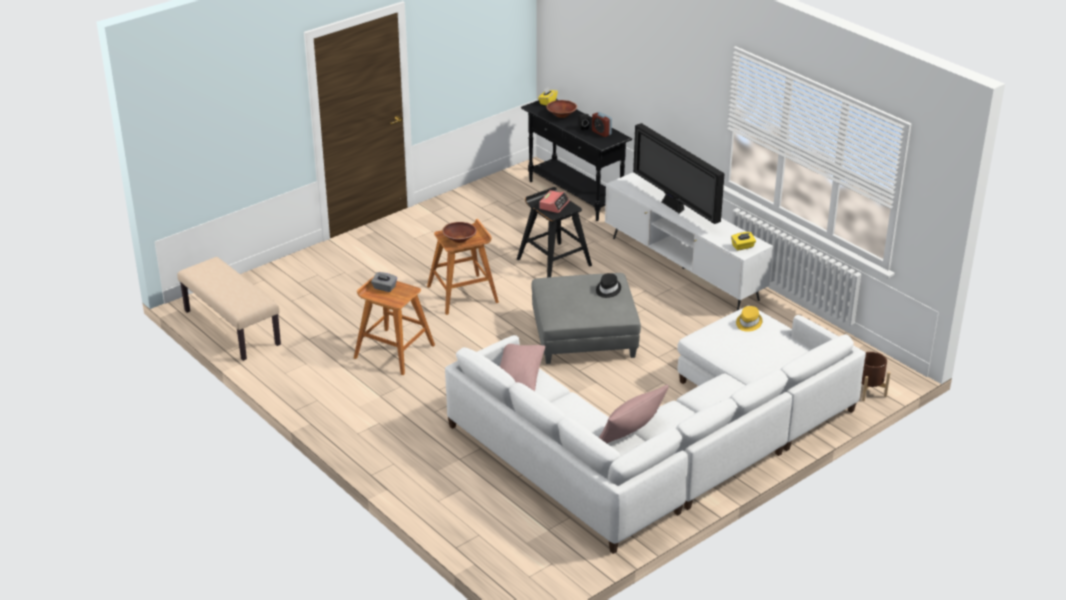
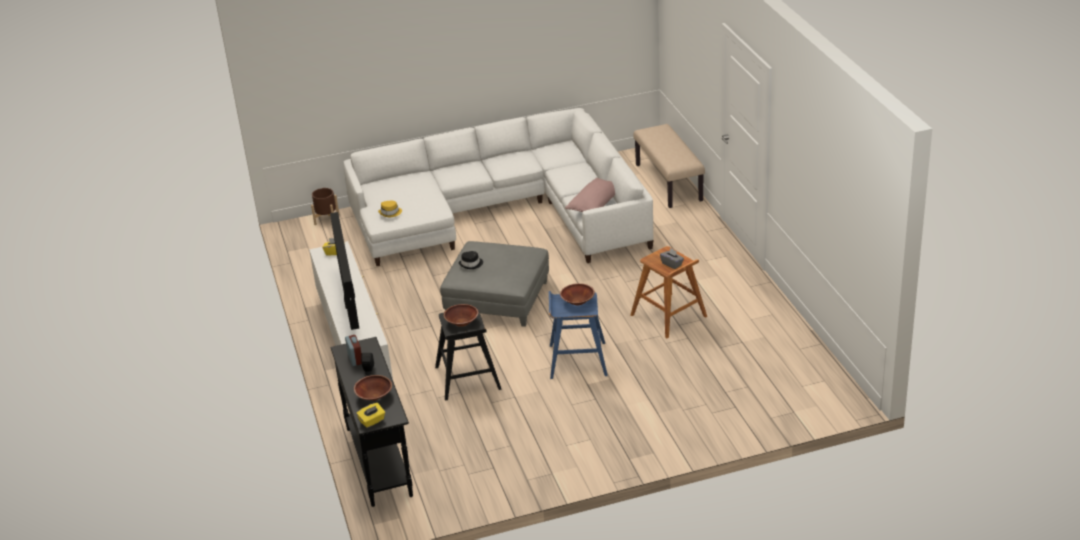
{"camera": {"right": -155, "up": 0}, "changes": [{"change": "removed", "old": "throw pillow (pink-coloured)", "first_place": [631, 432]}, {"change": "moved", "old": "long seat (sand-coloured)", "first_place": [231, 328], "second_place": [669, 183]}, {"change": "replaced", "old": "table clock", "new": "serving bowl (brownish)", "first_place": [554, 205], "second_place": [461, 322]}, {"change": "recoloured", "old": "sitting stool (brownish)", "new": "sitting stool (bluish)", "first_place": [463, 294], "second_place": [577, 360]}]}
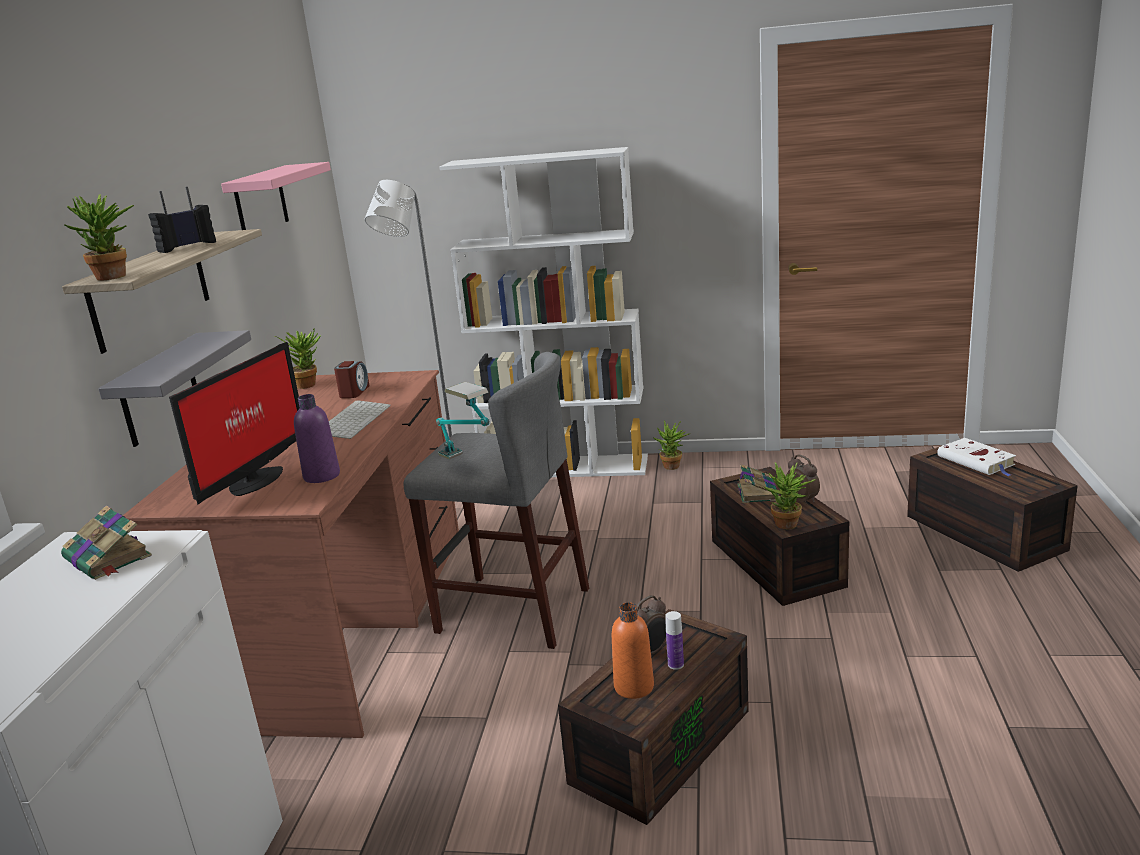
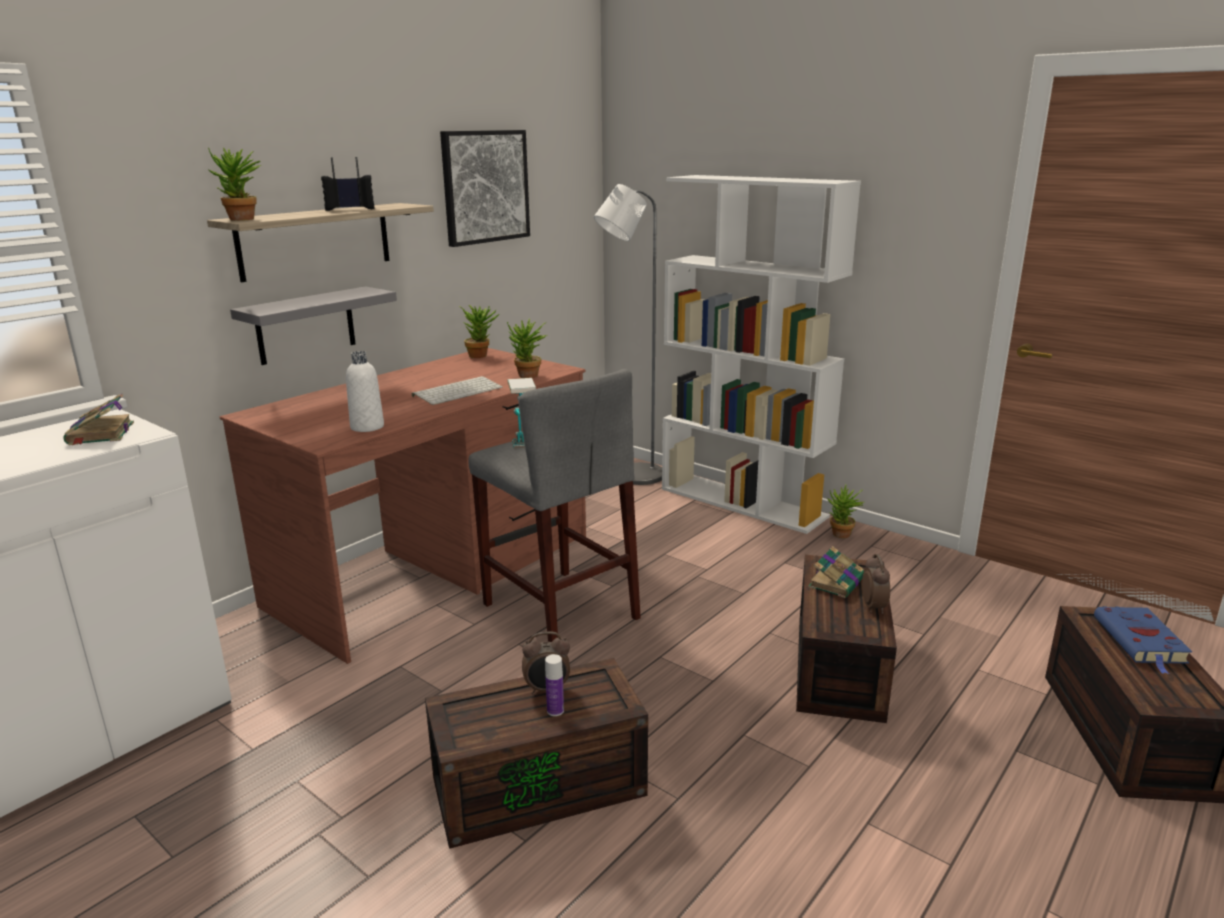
{"camera": {"right": 30, "up": 0}, "changes": [{"change": "removed", "old": "monitor", "first_place": [253, 481]}, {"change": "removed", "old": "table clock", "first_place": [354, 392]}, {"change": "removed", "old": "drink bottle (orangey)", "first_place": [634, 687]}, {"change": "moved", "old": "plant in a pot", "first_place": [789, 526], "second_place": [527, 377]}, {"change": "replaced", "old": "bracket shelf (pink-coloured)", "new": "picture", "first_place": [260, 202], "second_place": [485, 186]}, {"change": "recoloured", "old": "drink bottle (purple-coloured)", "new": "drink bottle (white-coloured)", "first_place": [322, 476], "second_place": [367, 427]}, {"change": "recoloured", "old": "volume (white-coloured)", "new": "volume (bluish)", "first_place": [977, 461], "second_place": [1141, 642]}]}
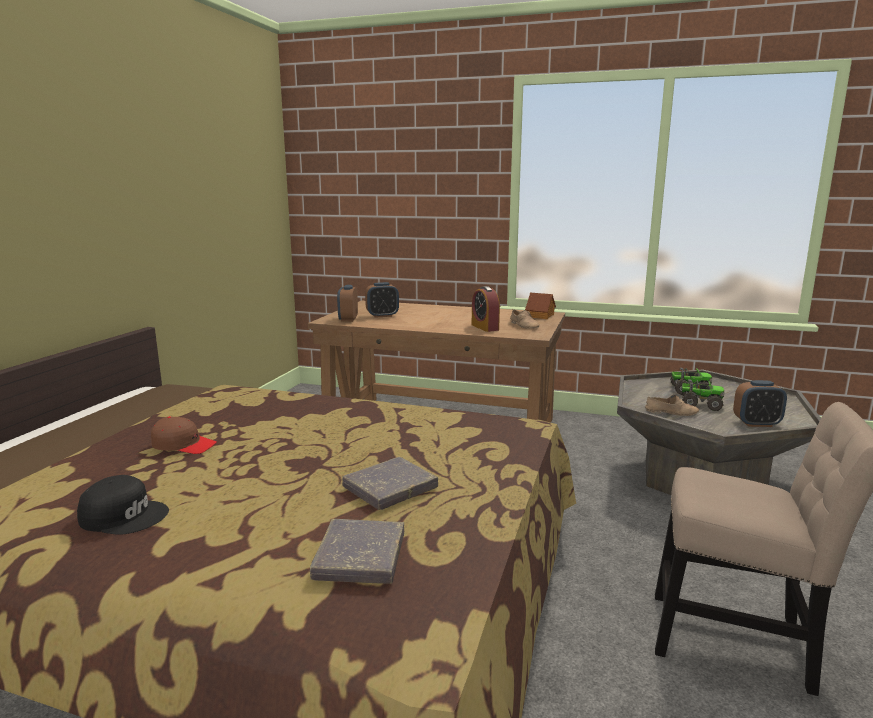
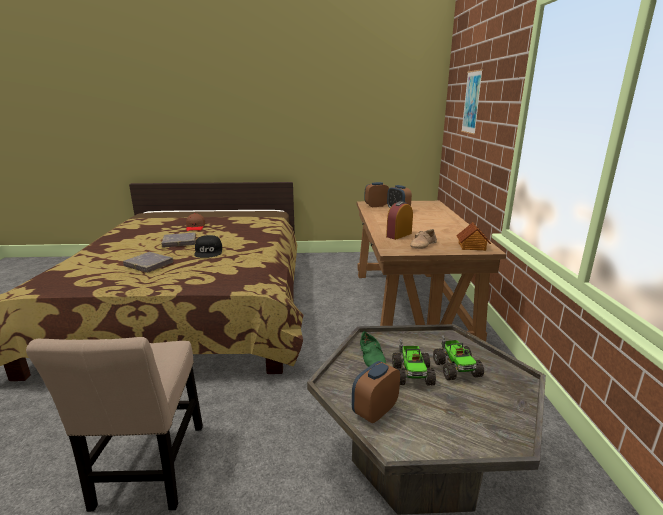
{"camera": {"right": 70, "up": 5}, "changes": [{"change": "added", "new": "picture", "second_place": [472, 102]}, {"change": "moved", "old": "peaked cap (black-coloured)", "first_place": [124, 515], "second_place": [209, 251]}, {"change": "moved", "old": "volume (grey)", "first_place": [360, 557], "second_place": [179, 242]}, {"change": "recoloured", "old": "low shoe (sand-coloured)", "new": "low shoe (green-coloured)", "first_place": [671, 412], "second_place": [372, 357]}, {"change": "turned", "old": "table clock", "first_place": [756, 423], "second_place": [374, 411], "degrees": 60}]}
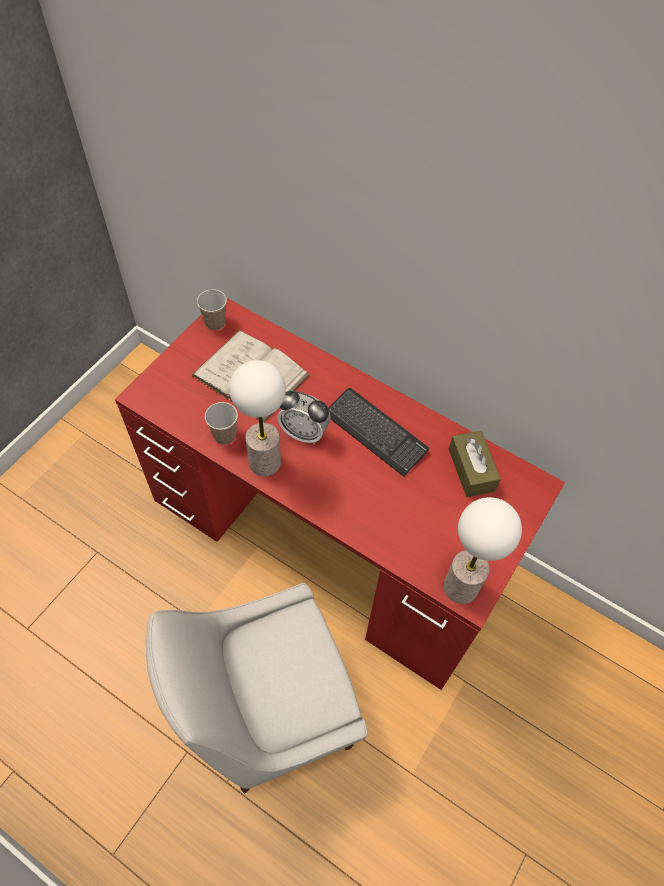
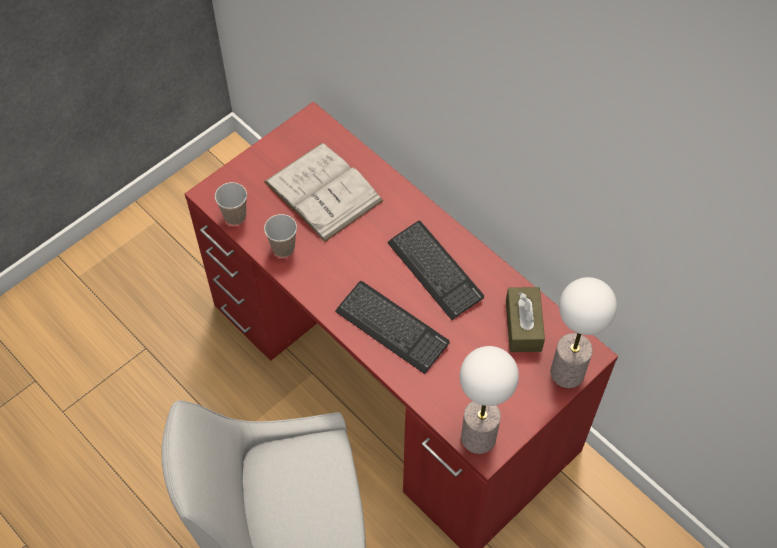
{"camera": {"right": 15, "up": 0}, "changes": [{"change": "removed", "old": "table clock", "first_place": [304, 432]}, {"change": "added", "new": "computer keyboard", "second_place": [392, 328]}, {"change": "moved", "old": "cup", "first_place": [215, 323], "second_place": [235, 216]}, {"change": "moved", "old": "lamp for a table", "first_place": [265, 462], "second_place": [568, 373]}]}
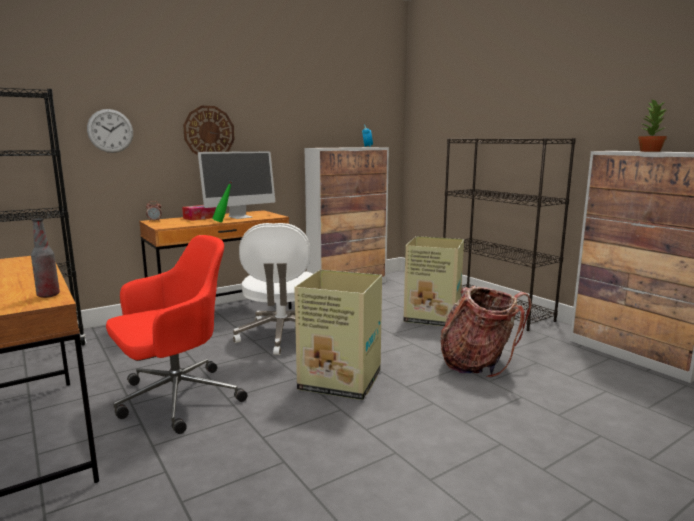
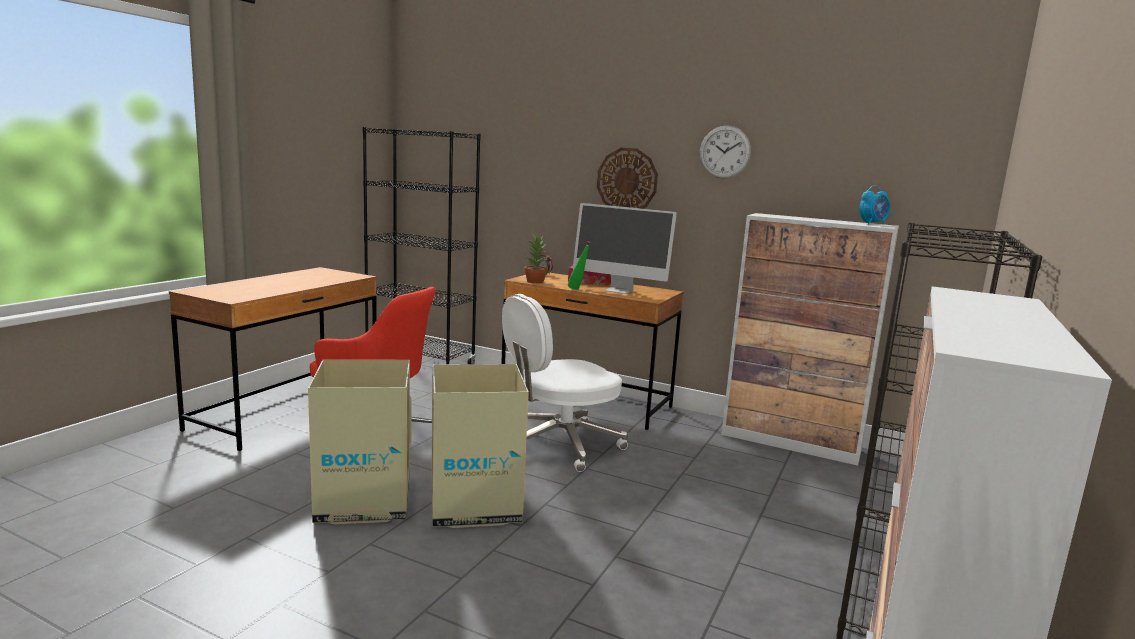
{"camera": {"right": 60, "up": 0}, "changes": [{"change": "removed", "old": "drink bottle", "first_place": [48, 295]}, {"change": "removed", "old": "rucksack", "first_place": [478, 364]}, {"change": "moved", "old": "hanging clock", "first_place": [110, 131], "second_place": [725, 152]}, {"change": "moved", "old": "cardboard box", "first_place": [433, 317], "second_place": [363, 502]}, {"change": "moved", "old": "plant in a pot", "first_place": [649, 151], "second_place": [535, 281]}]}
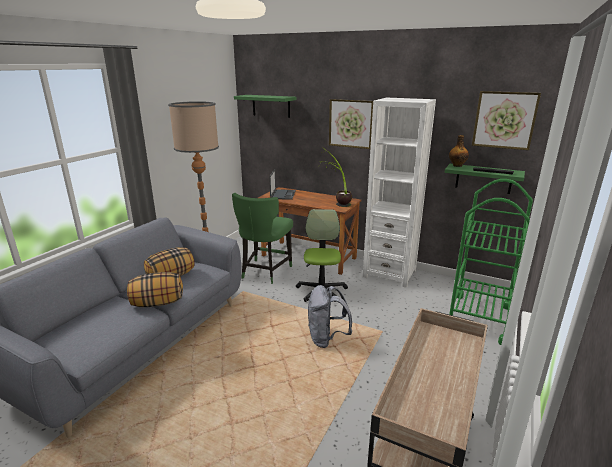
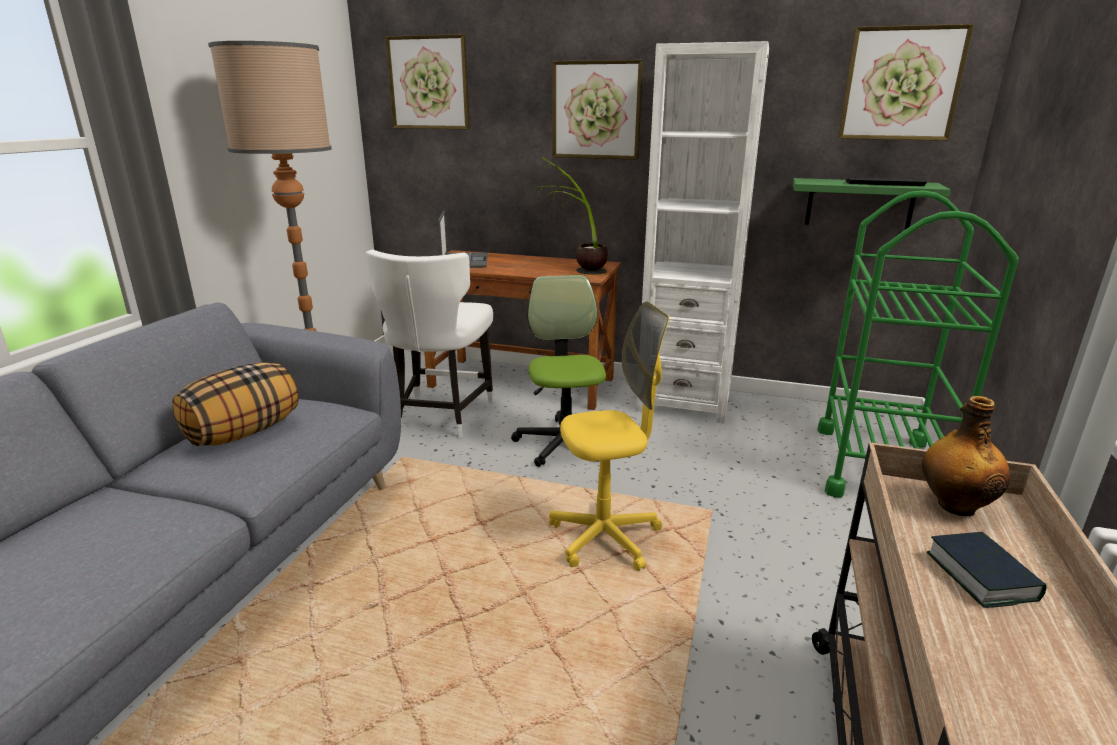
{"camera": {"right": -10, "up": 0}, "changes": [{"change": "removed", "old": "throw pillow", "first_place": [157, 303]}, {"change": "added", "new": "volume", "second_place": [981, 576]}, {"change": "moved", "old": "drink bottle", "first_place": [457, 165], "second_place": [954, 505]}, {"change": "replaced", "old": "bracket shelf (green-coloured)", "new": "picture", "first_place": [271, 106], "second_place": [429, 83]}, {"change": "replaced", "old": "rucksack (grey)", "new": "office chair (yellowish)", "first_place": [326, 339], "second_place": [605, 538]}, {"change": "recoloured", "old": "upright chair (green-coloured)", "new": "upright chair (white-coloured)", "first_place": [264, 272], "second_place": [440, 417]}]}
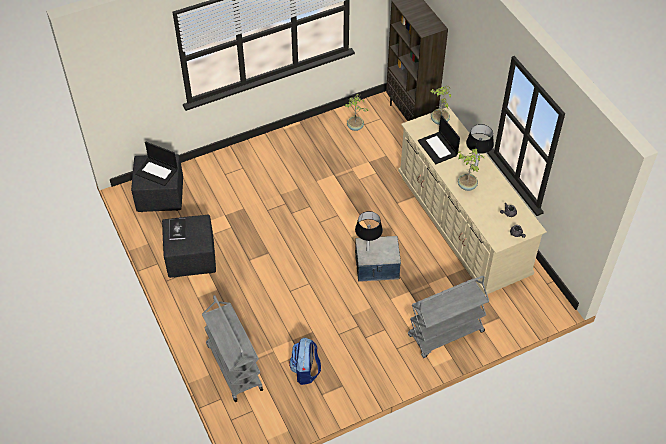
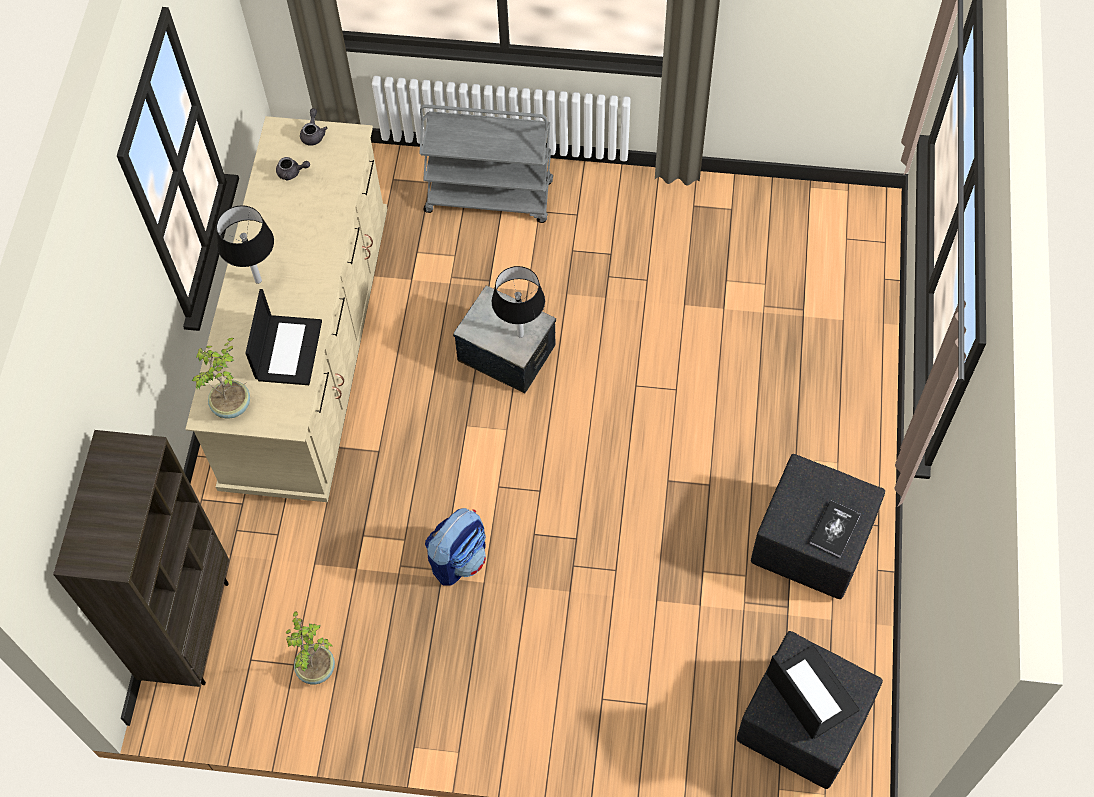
{"camera": {"right": -145, "up": 10}, "changes": [{"change": "removed", "old": "wheeled cart (grey)", "first_place": [233, 366]}, {"change": "removed", "old": "plant in a pot", "first_place": [467, 185]}, {"change": "moved", "old": "rucksack", "first_place": [305, 371], "second_place": [459, 558]}]}
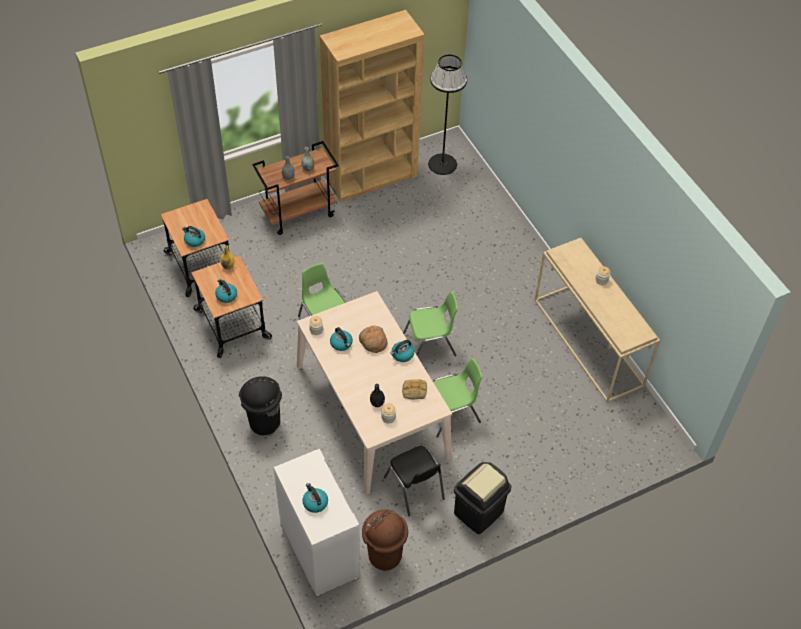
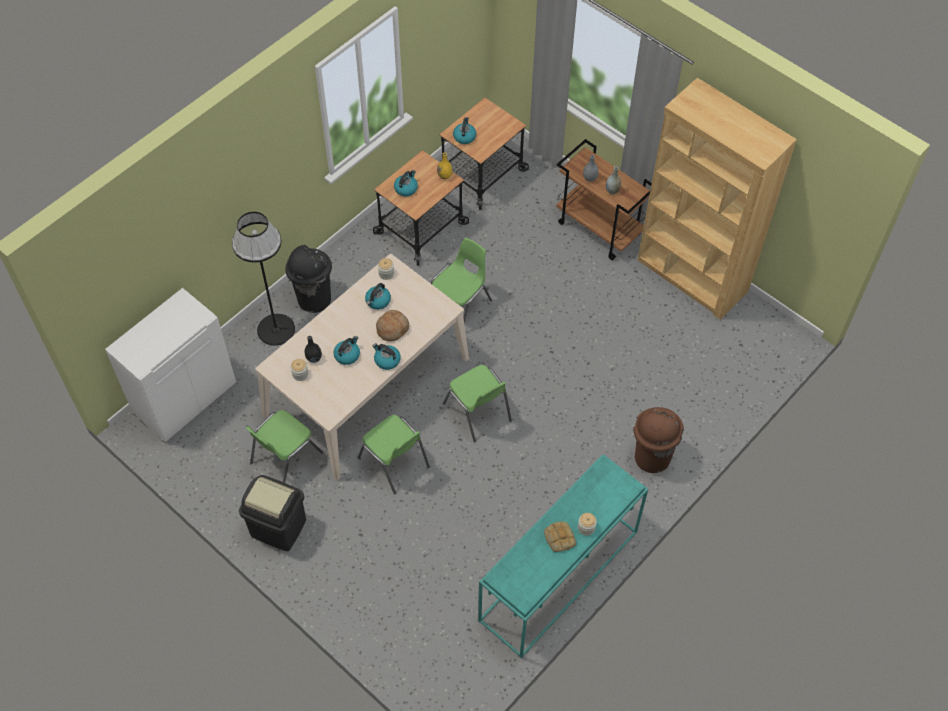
{"camera": {"right": 70, "up": 5}, "changes": [{"change": "moved", "old": "water kettle", "first_place": [315, 502], "second_place": [347, 355]}, {"change": "moved", "old": "trash can (brownish)", "first_place": [384, 555], "second_place": [651, 457]}, {"change": "moved", "old": "bread", "first_place": [414, 391], "second_place": [559, 538]}, {"change": "moved", "old": "standing lamp (black-coloured)", "first_place": [442, 164], "second_place": [276, 329]}, {"change": "recoloured", "old": "upright chair (black-coloured)", "new": "upright chair (green-coloured)", "first_place": [414, 489], "second_place": [285, 458]}, {"change": "recoloured", "old": "narrow table (sand-coloured)", "new": "narrow table (blue-green)", "first_place": [589, 343], "second_place": [559, 577]}]}
